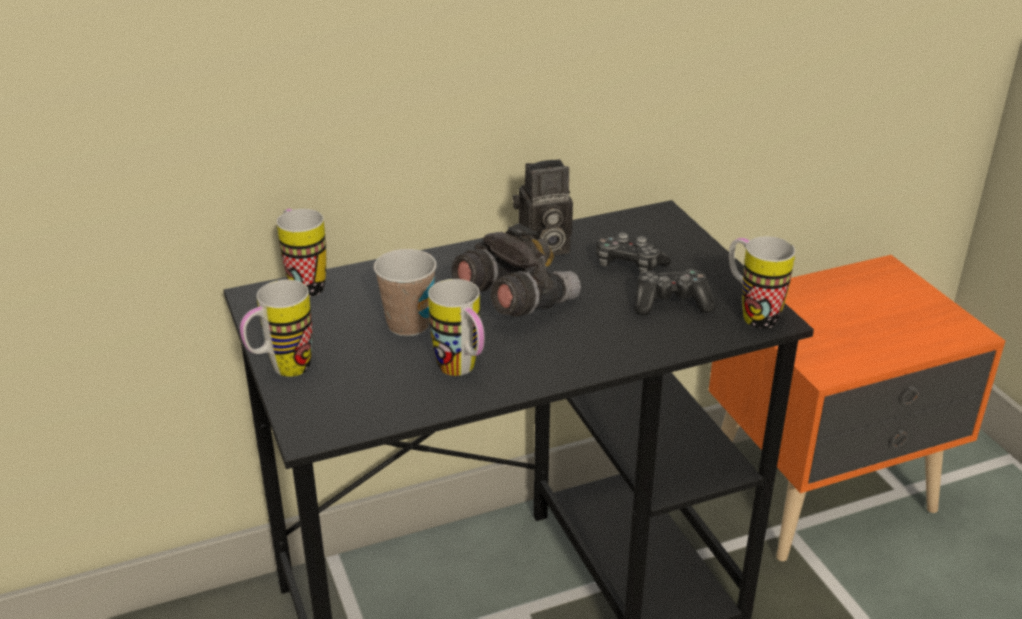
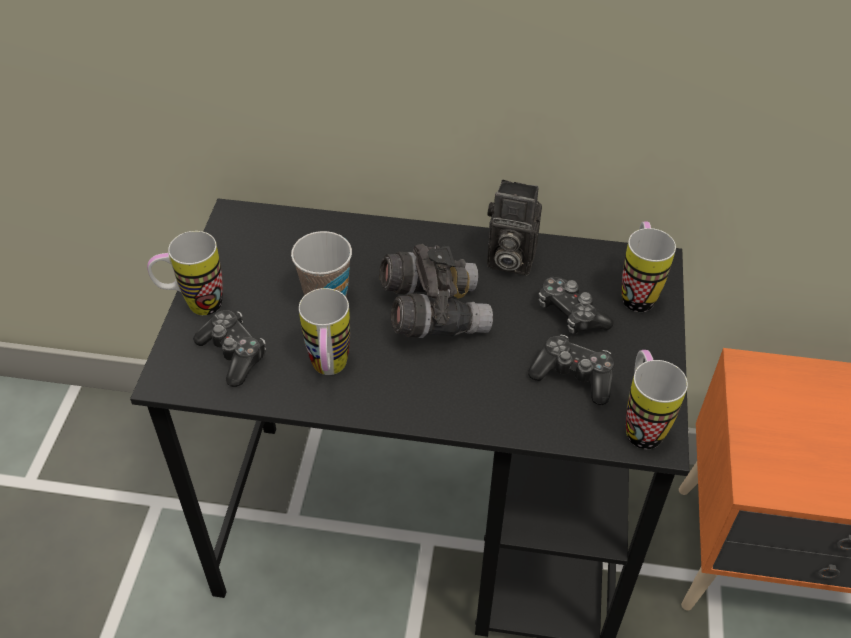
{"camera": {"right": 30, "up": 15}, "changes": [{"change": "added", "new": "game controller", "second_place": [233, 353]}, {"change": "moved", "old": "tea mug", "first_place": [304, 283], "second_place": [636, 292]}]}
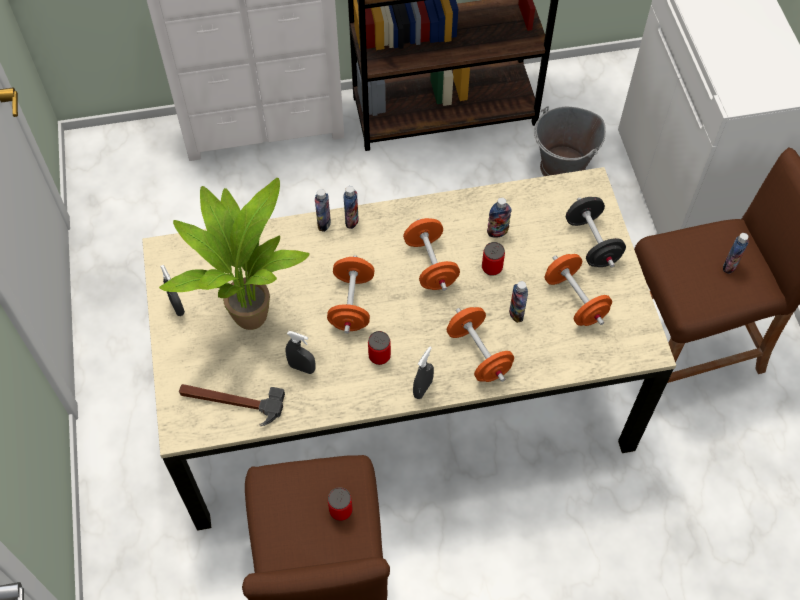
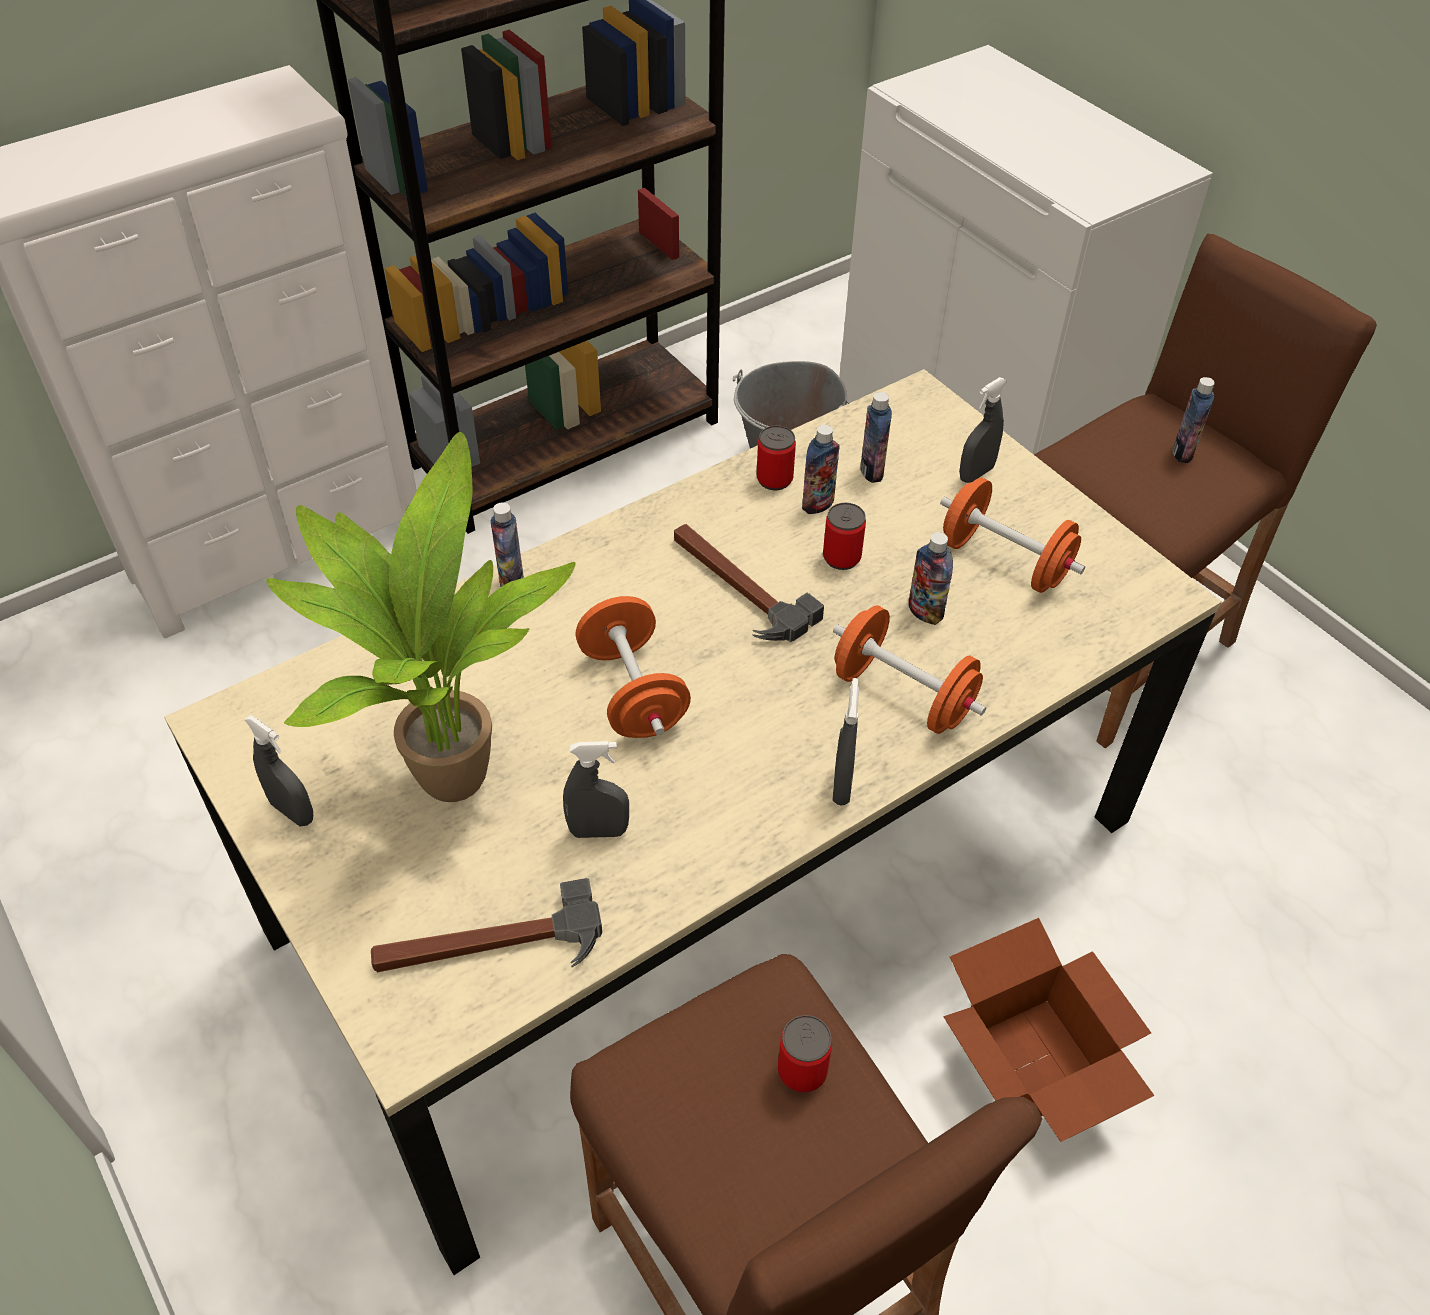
{"camera": {"right": -25, "up": -10}, "changes": [{"change": "added", "new": "cardboard box", "second_place": [1031, 1067]}, {"change": "moved", "old": "drink bottle", "first_place": [352, 221], "second_place": [871, 471]}, {"change": "moved", "old": "can", "first_place": [379, 356], "second_place": [774, 479]}, {"change": "replaced", "old": "hand weight (orangey)", "new": "hammer", "first_place": [430, 265], "second_place": [737, 586]}, {"change": "replaced", "old": "hand weight (black-coloured)", "new": "spray bottle (grey)", "first_place": [592, 243], "second_place": [976, 473]}]}
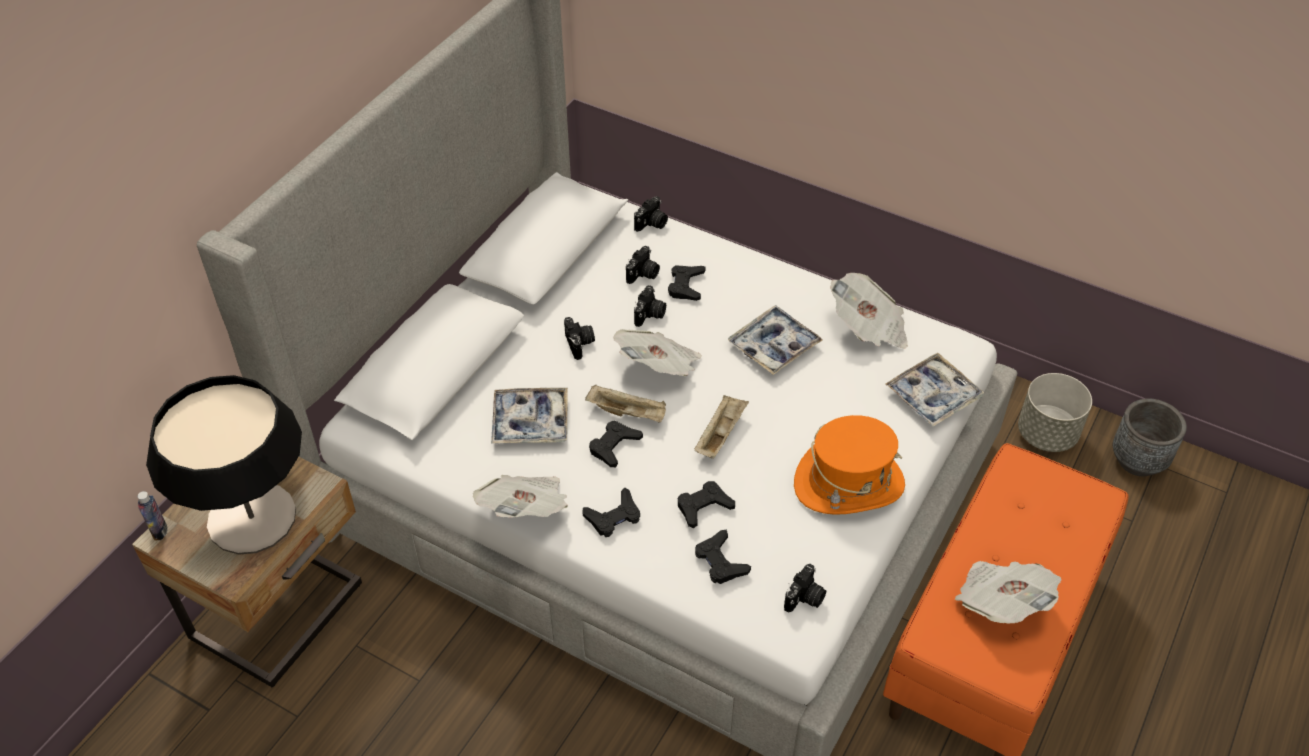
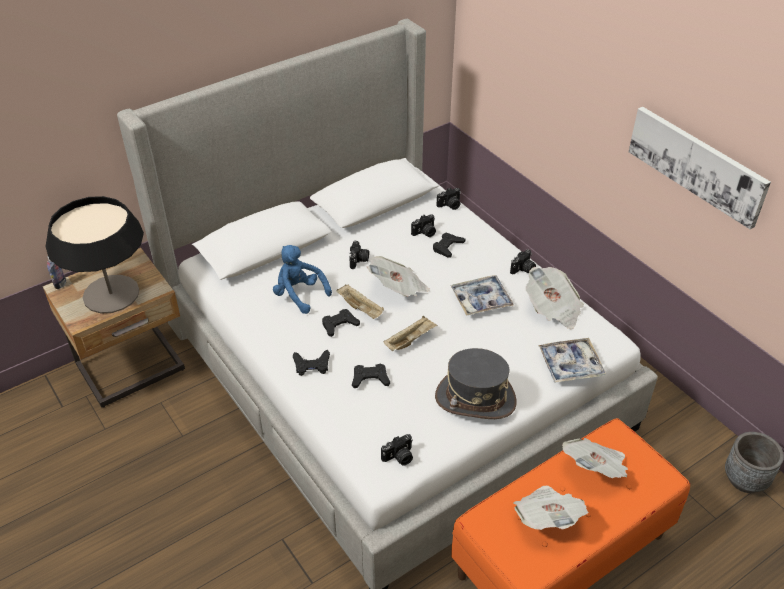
{"camera": {"right": 25, "up": -5}, "changes": [{"change": "removed", "old": "game controller (black-coloured)", "first_place": [720, 561]}, {"change": "removed", "old": "flower pot (grey)", "first_place": [1047, 433]}, {"change": "added", "new": "picture", "second_place": [697, 164]}, {"change": "moved", "old": "newspaper", "first_place": [526, 510], "second_place": [595, 468]}, {"change": "moved", "old": "still camera", "first_place": [650, 315], "second_place": [523, 269]}, {"change": "replaced", "old": "tray", "new": "soft toy (bluish)", "first_place": [530, 422], "second_place": [299, 294]}, {"change": "recoloured", "old": "clothing hat (orangey)", "new": "clothing hat (grey)", "first_place": [849, 484], "second_place": [475, 399]}]}
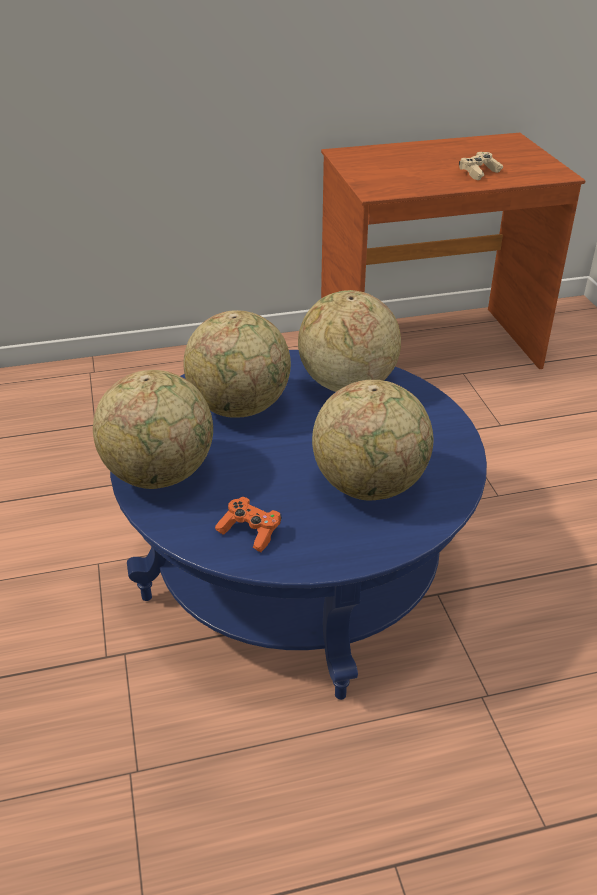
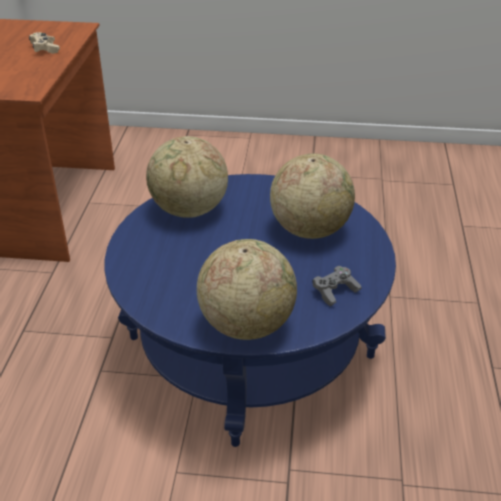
{"camera": {"right": -70, "up": 0}, "changes": [{"change": "removed", "old": "world globe", "first_place": [240, 407]}, {"change": "recoloured", "old": "game controller (orangey)", "new": "game controller (grey)", "first_place": [250, 532], "second_place": [335, 291]}]}
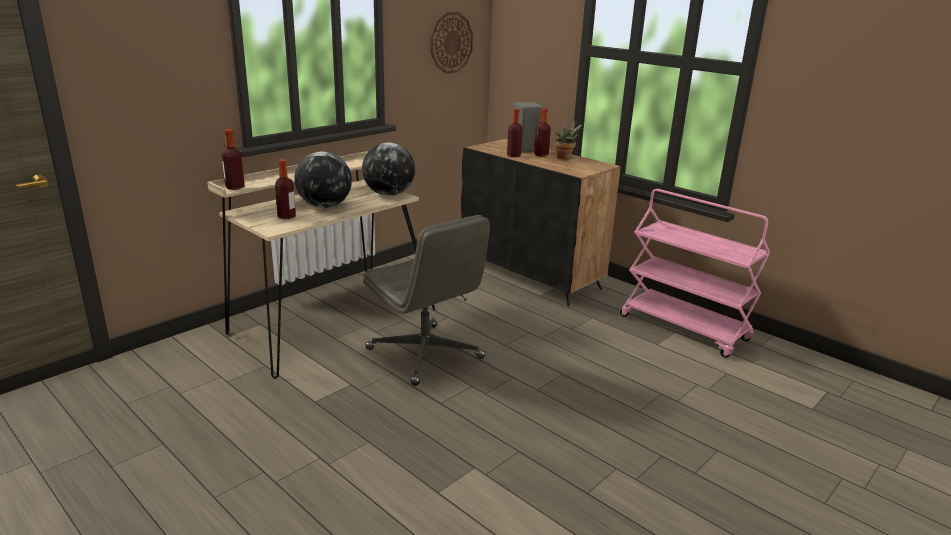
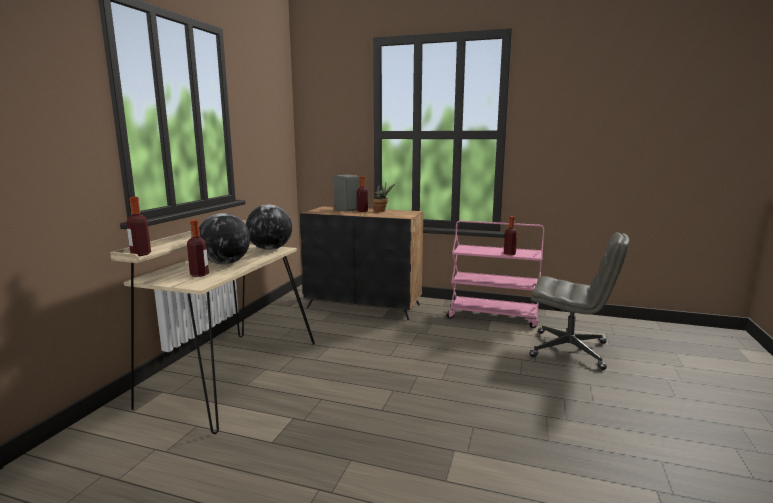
{"camera": {"right": -25, "up": -10}, "changes": [{"change": "removed", "old": "hanging clock", "first_place": [451, 42]}, {"change": "moved", "old": "office chair (grey)", "first_place": [426, 354], "second_place": [570, 350]}, {"change": "moved", "old": "drink bottle", "first_place": [513, 155], "second_place": [509, 254]}]}
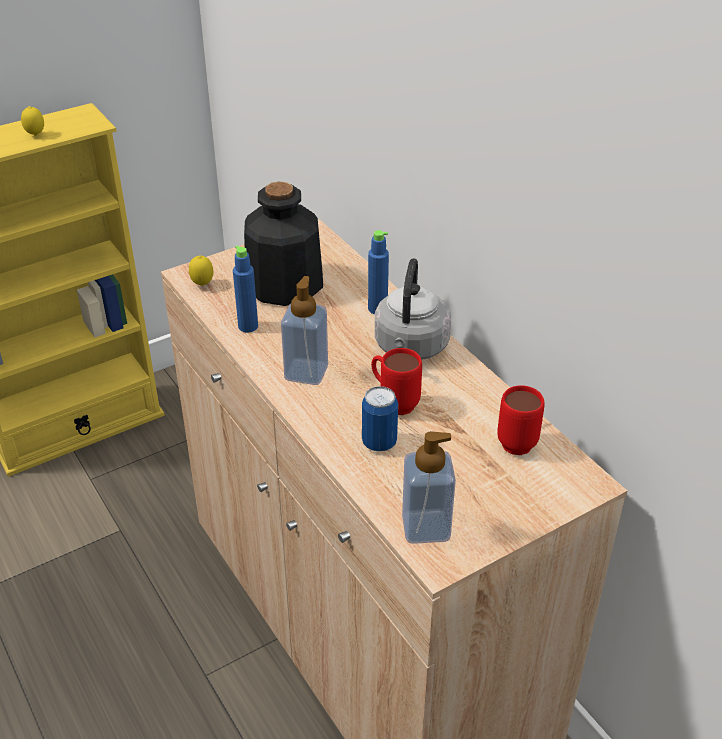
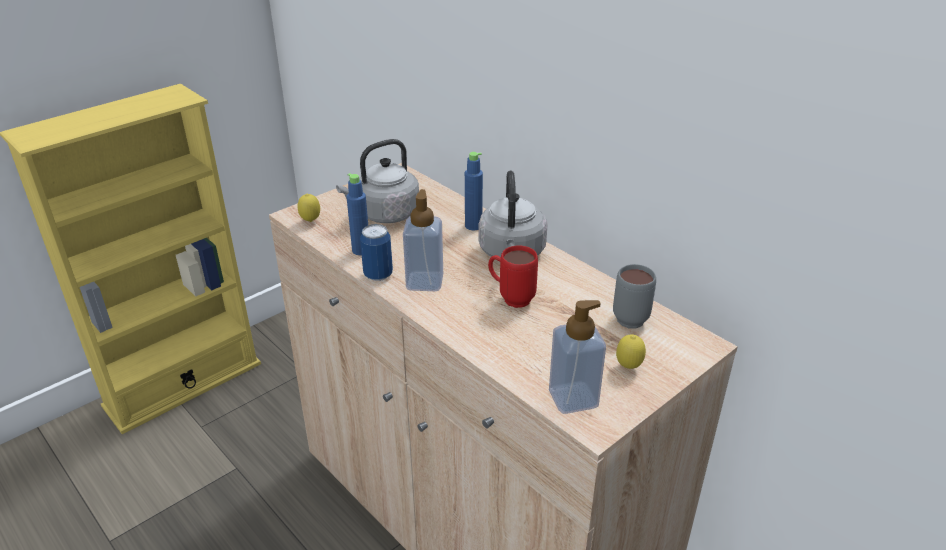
{"camera": {"right": -10, "up": -5}, "changes": [{"change": "moved", "old": "lemon", "first_place": [35, 135], "second_place": [628, 367]}, {"change": "moved", "old": "can", "first_place": [379, 443], "second_place": [378, 275]}, {"change": "replaced", "old": "drink bottle", "new": "water kettle (grey)", "first_place": [284, 284], "second_place": [385, 214]}, {"change": "recoloured", "old": "tea mug (reddish)", "new": "tea mug (grey)", "first_place": [518, 439], "second_place": [630, 316]}]}
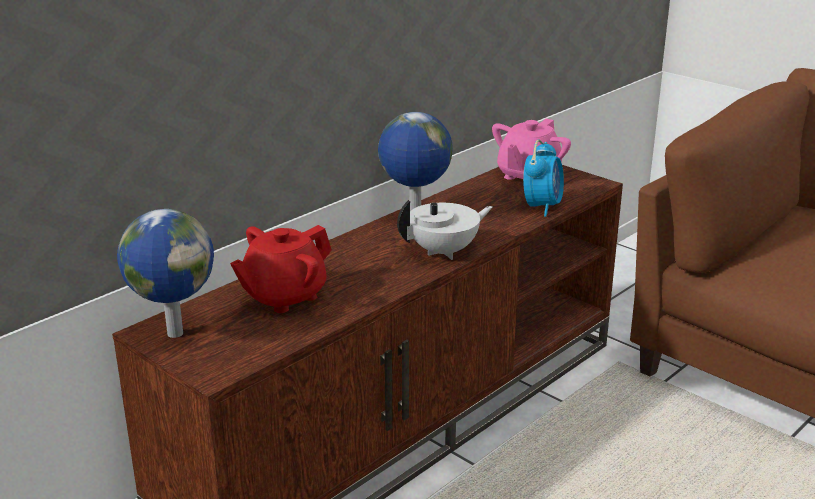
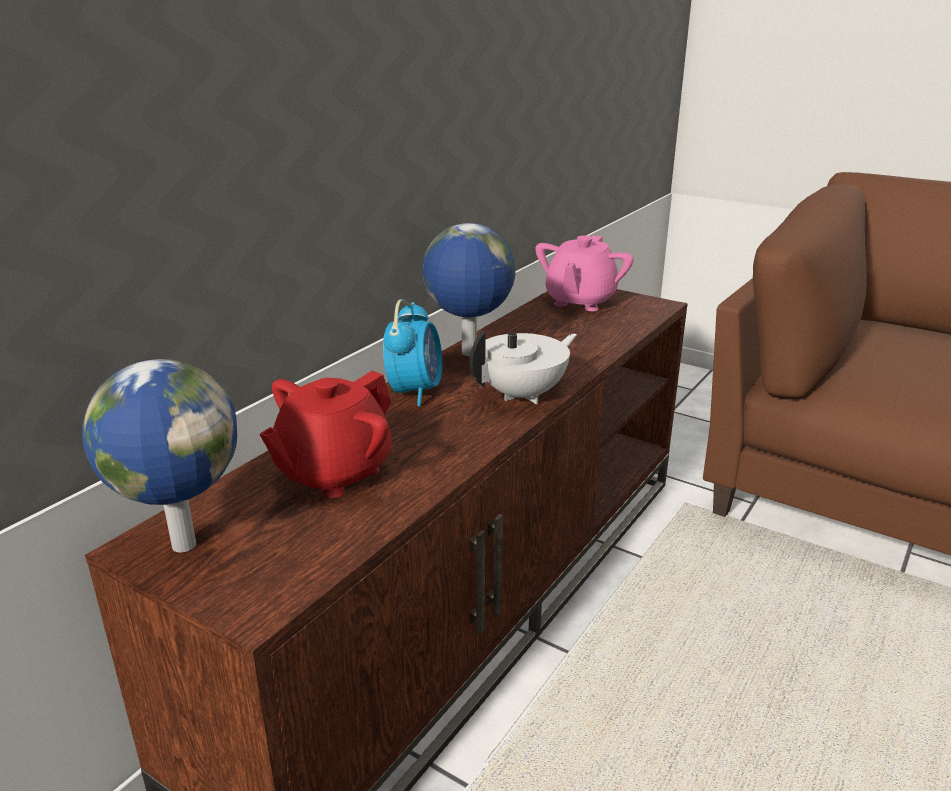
{"camera": {"right": -10, "up": 0}, "changes": [{"change": "moved", "old": "table clock", "first_place": [542, 206], "second_place": [415, 391]}]}
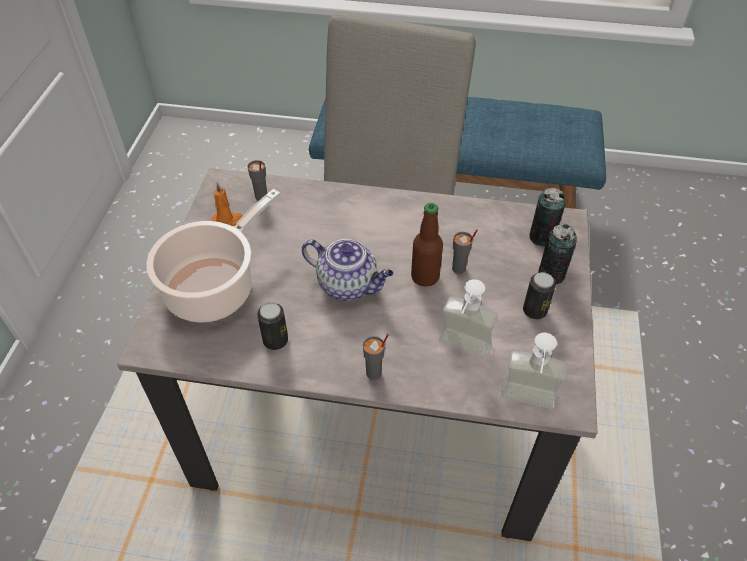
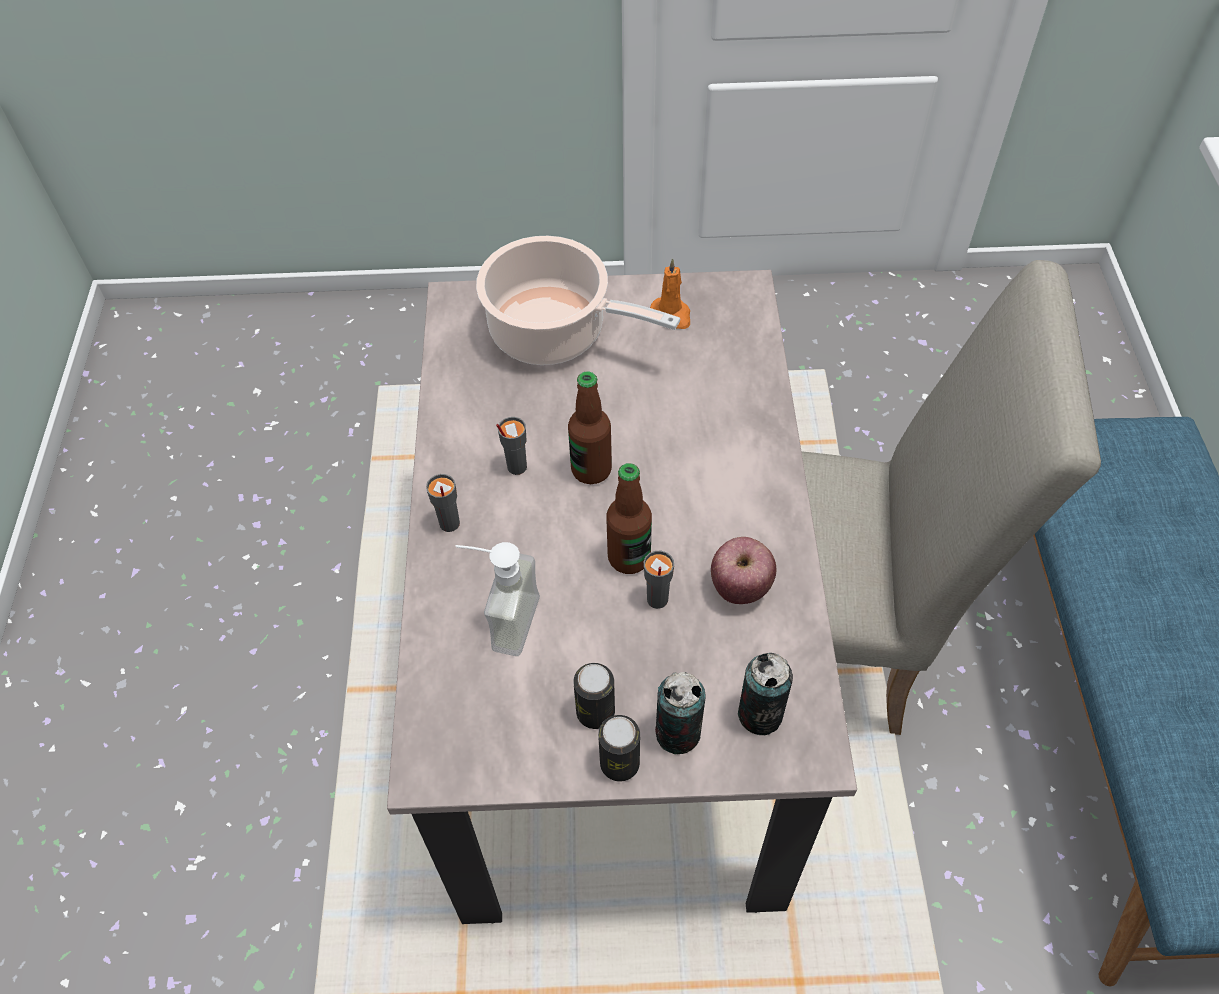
{"camera": {"right": 80, "up": 5}, "changes": [{"change": "removed", "old": "soap dispenser", "first_place": [526, 404]}, {"change": "added", "new": "apple fruit", "second_place": [740, 587]}, {"change": "moved", "old": "cup (grey)", "first_place": [261, 196], "second_place": [516, 467]}, {"change": "moved", "old": "can", "first_place": [275, 340], "second_place": [619, 763]}, {"change": "replaced", "old": "pot for tea", "new": "drink bottle", "first_place": [349, 285], "second_place": [591, 469]}]}
